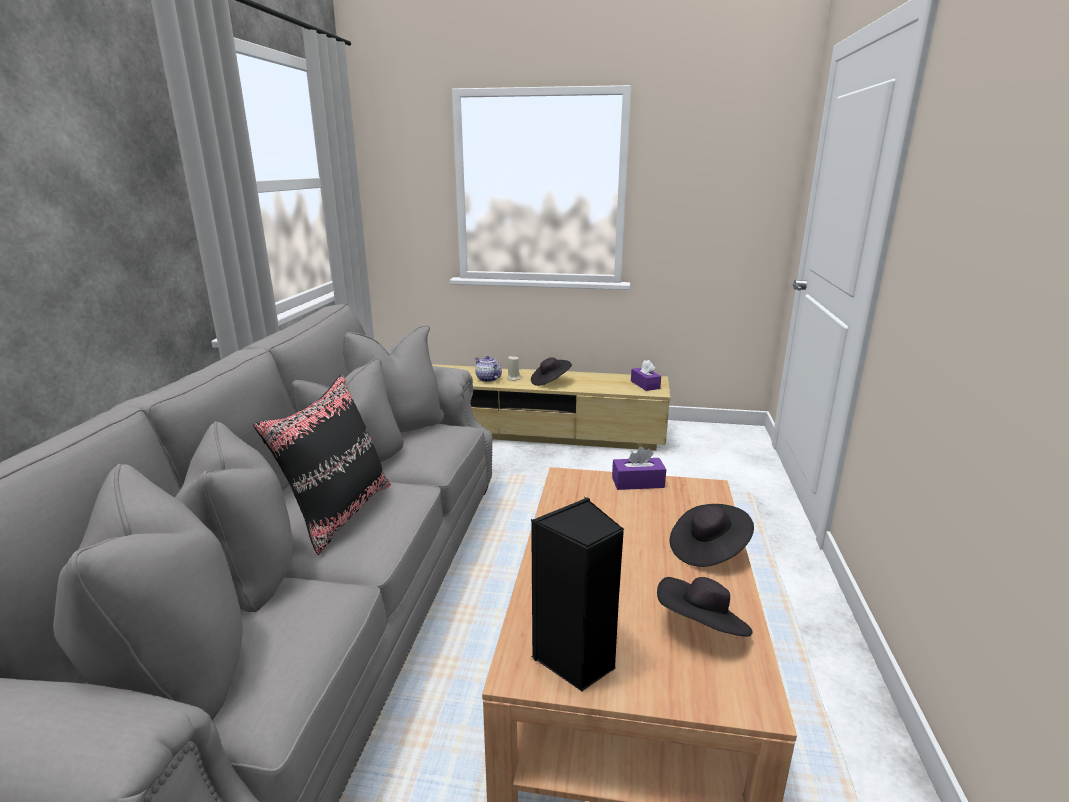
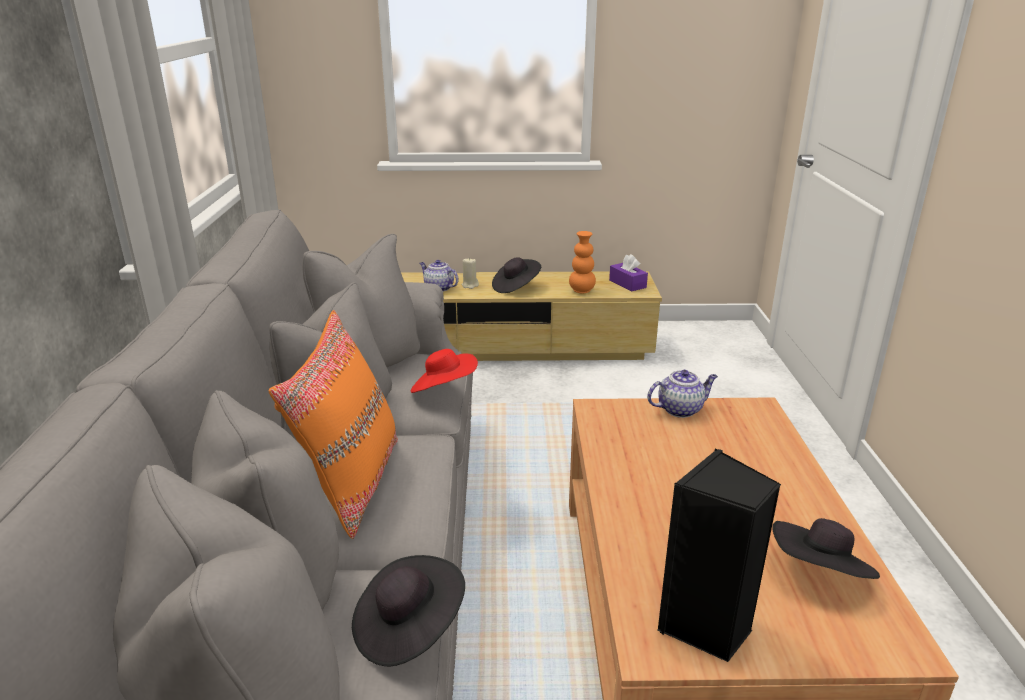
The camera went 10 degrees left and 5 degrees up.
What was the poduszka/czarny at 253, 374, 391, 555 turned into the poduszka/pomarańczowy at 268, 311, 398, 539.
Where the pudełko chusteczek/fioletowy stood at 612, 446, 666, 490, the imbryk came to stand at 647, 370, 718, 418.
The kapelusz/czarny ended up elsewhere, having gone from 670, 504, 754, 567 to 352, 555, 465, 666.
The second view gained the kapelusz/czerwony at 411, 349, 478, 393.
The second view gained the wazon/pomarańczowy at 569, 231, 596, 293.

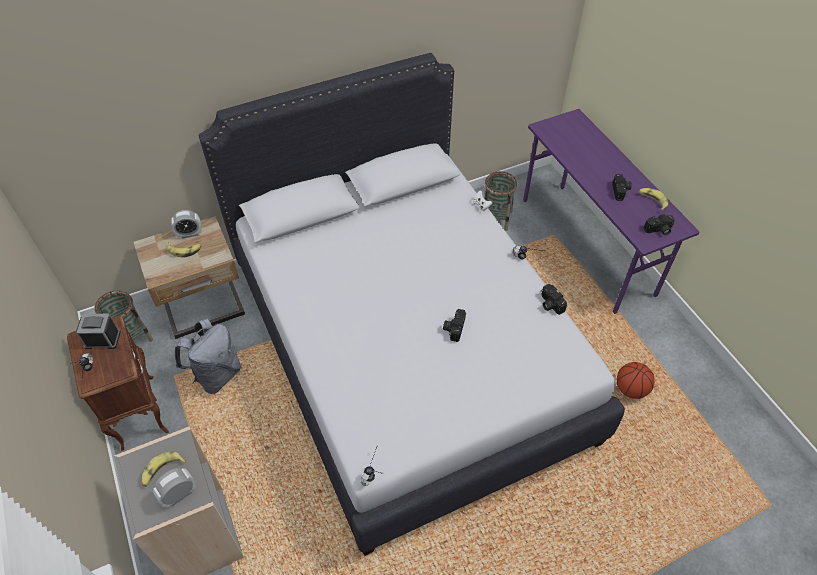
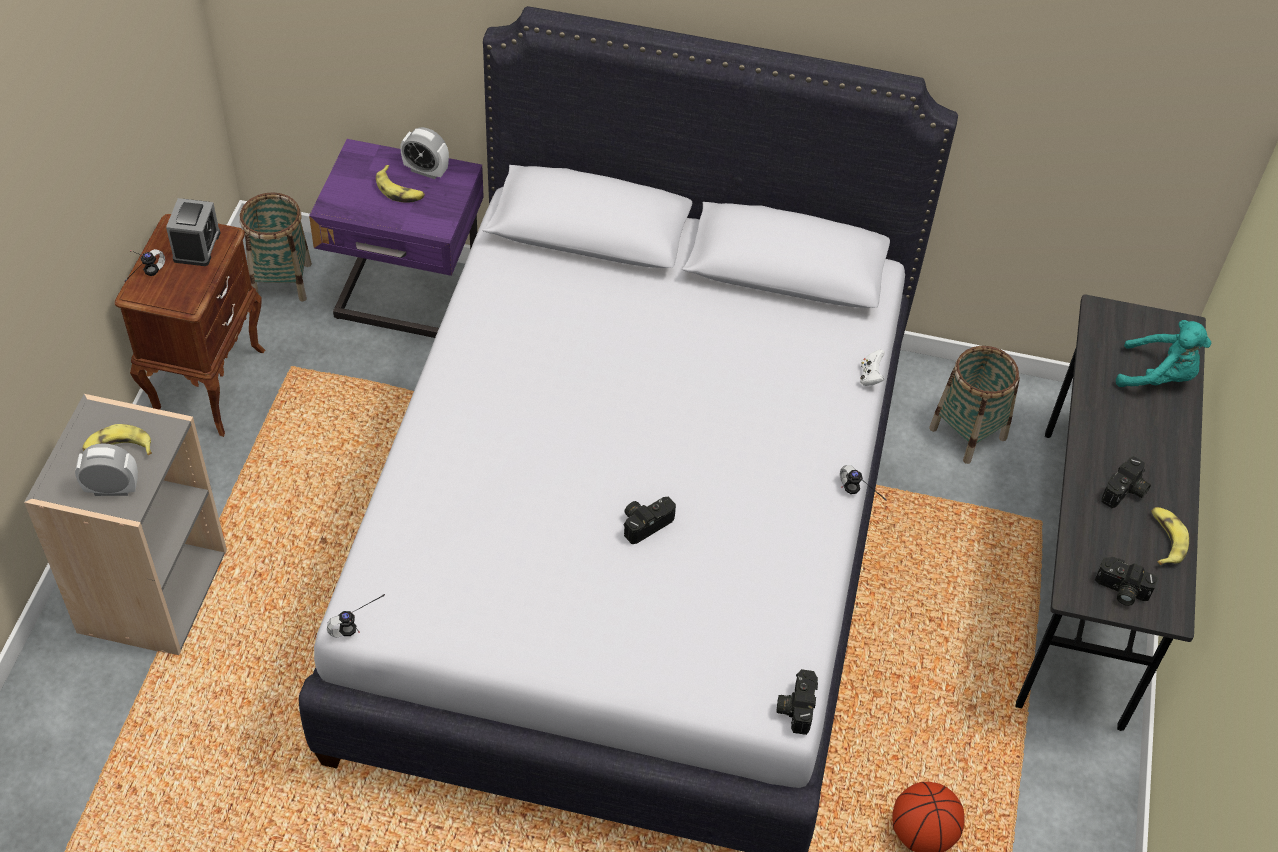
The camera went 35 degrees right and 0 degrees up.
The budzik at 76, 314, 121, 349 ended up facing another way, 60 degrees clockwise from before.
What was the szafka nocna/beżowy at 134, 216, 245, 339 turned into the szafka nocna/fioletowy at 309, 139, 484, 338.
The second view lost the plecak/szary at 175, 319, 241, 394.
What was the biurko/fioletowy at 523, 109, 699, 314 turned into the biurko/szary at 1016, 294, 1206, 731.
The aparat fotograficzny ended up elsewhere, having gone from 541, 284, 567, 315 to 776, 669, 818, 735.
The second view gained the pluszak/turkusowy at 1116, 320, 1212, 387.

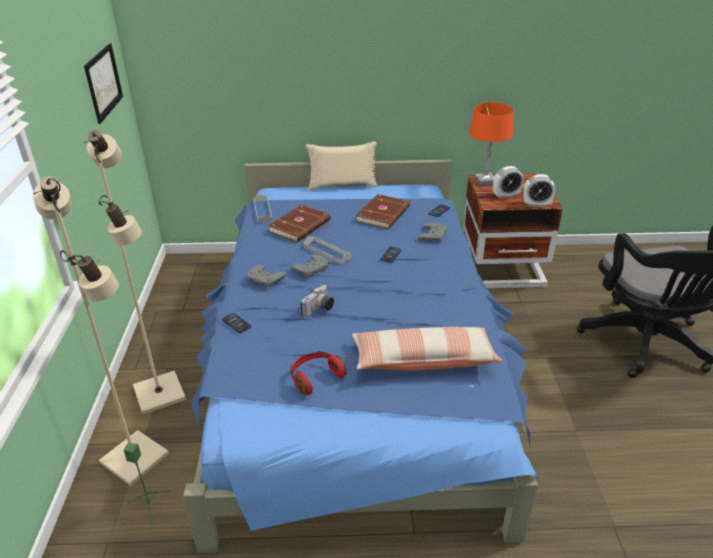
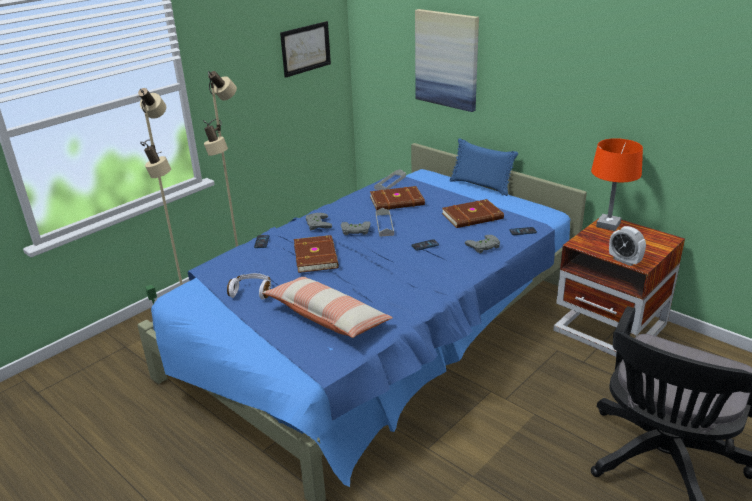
The camera went 45 degrees right and 5 degrees down.
What was the słuchawki/czerwony at 291, 351, 347, 395 turned into the słuchawki/biały at 227, 273, 271, 300.
Where the aparat fotograficzny stood at 300, 285, 334, 317, the książka/brązowy came to stand at 294, 235, 339, 273.
What was the poduszka/beżowy at 306, 141, 377, 191 turned into the poduszka/niebieski at 450, 138, 518, 196.
The second view lost the budzik at 493, 166, 524, 199.
The second view gained the obraz at 415, 9, 479, 112.

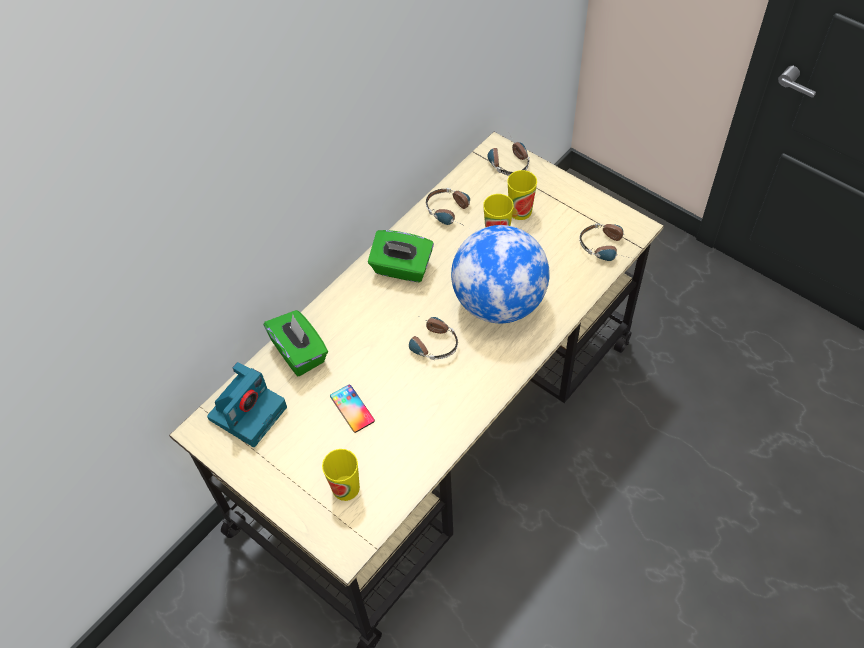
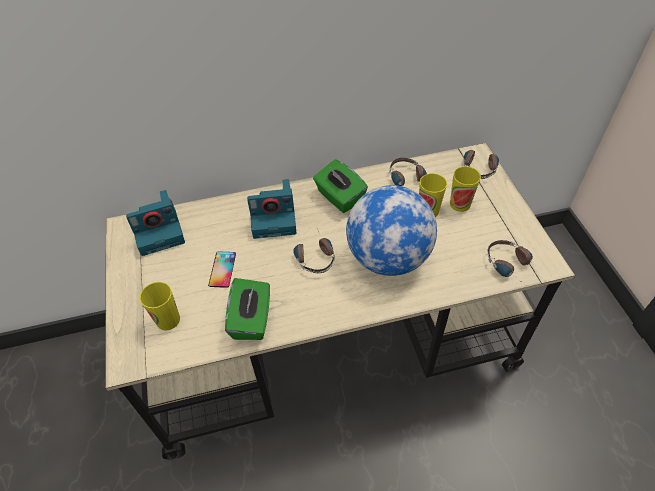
The camera went 35 degrees right and 5 degrees down.
The pudełko chusteczek/zielony ended up elsewhere, having gone from 264, 310, 328, 376 to 225, 278, 270, 340.
The second view gained the aparat fotograficzny at 247, 179, 296, 239.

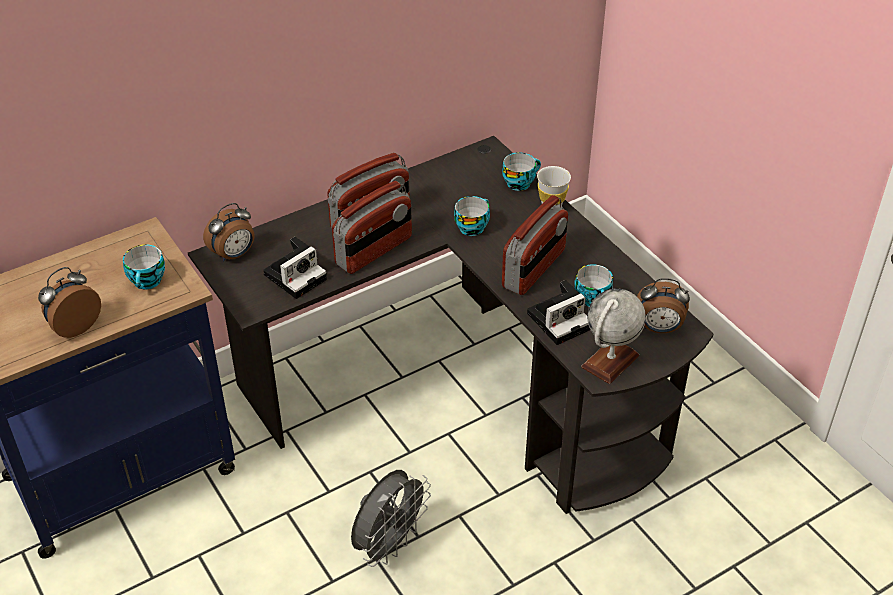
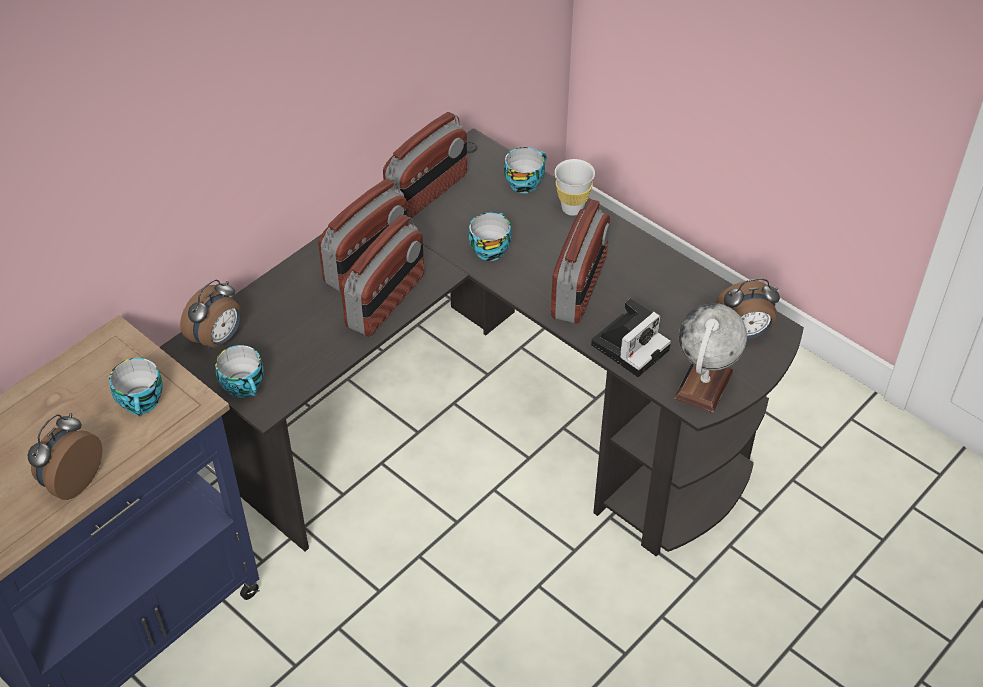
The camera went 15 degrees left and 5 degrees up.
The second view lost the aparat fotograficzny at 263, 237, 327, 299.
The second view lost the wentylator/szary at 351, 470, 431, 567.
The filiżanka ended up elsewhere, having gone from 574, 264, 613, 307 to 215, 345, 264, 398.
The second view gained the radio at 383, 112, 467, 220.

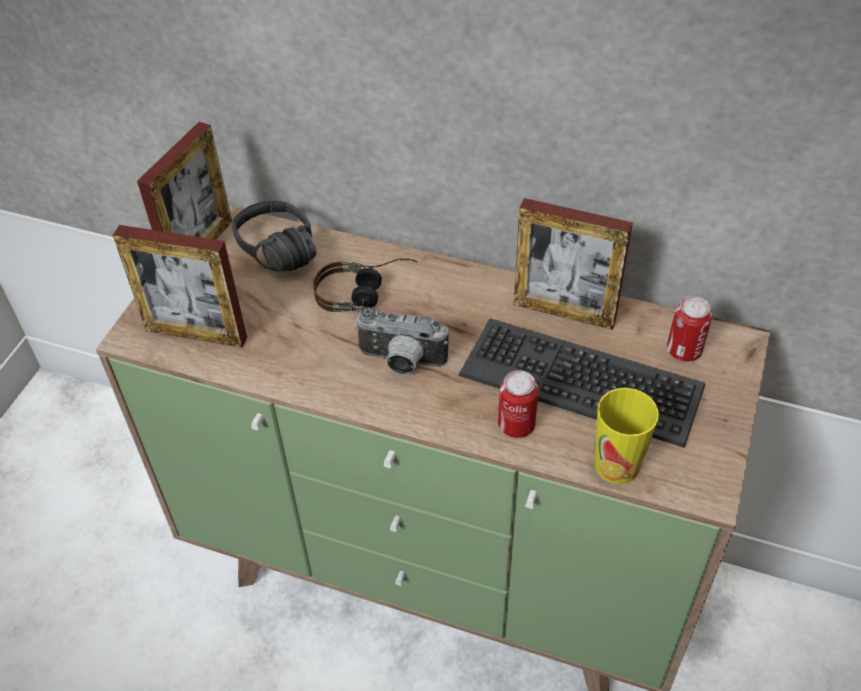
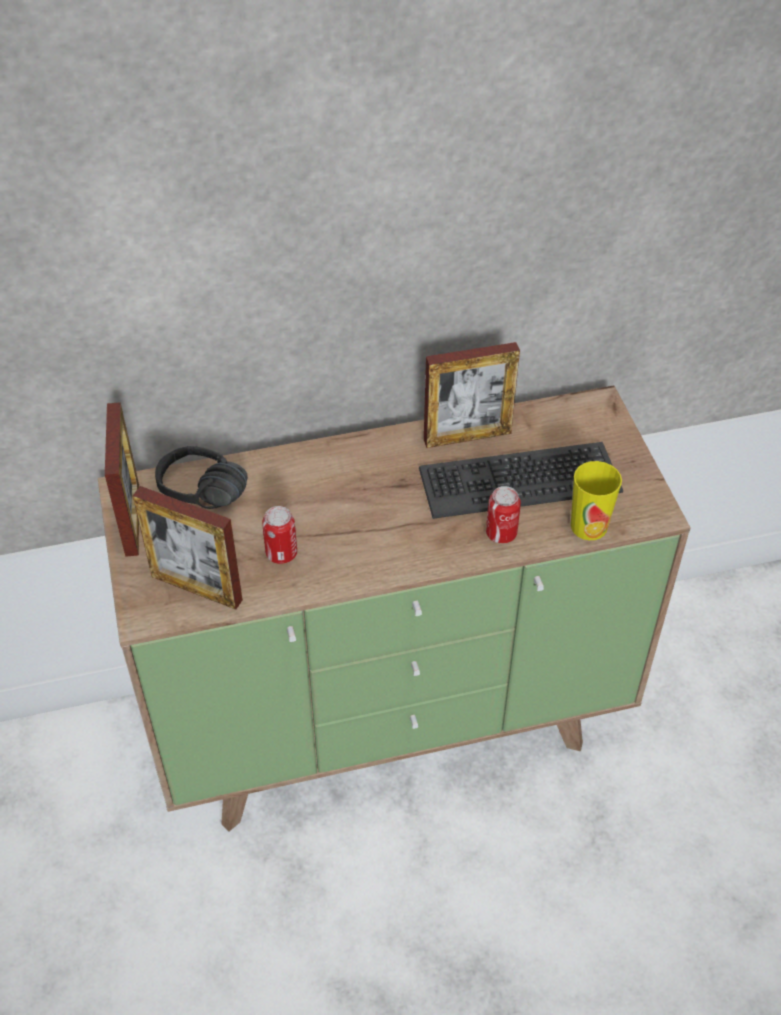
The camera went 35 degrees left and 0 degrees up.
The ramka na zdjęcie at 113, 225, 247, 348 ended up facing another way, 45 degrees clockwise from before.
The second view lost the słuchawki at 313, 259, 418, 312.
The second view lost the aparat fotograficzny at 355, 307, 449, 374.
The puszka ended up elsewhere, having gone from 667, 296, 712, 362 to 262, 506, 297, 564.

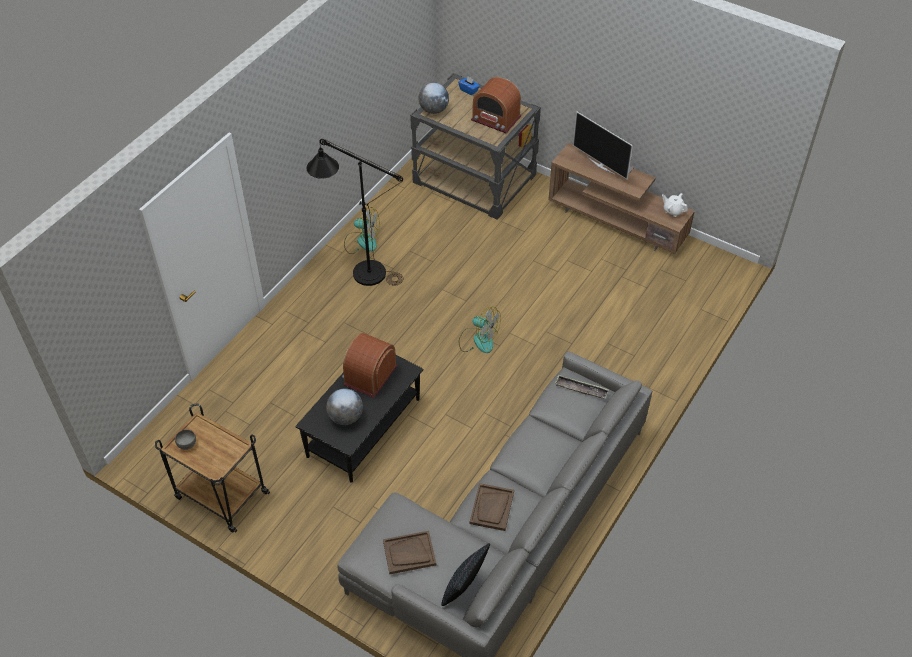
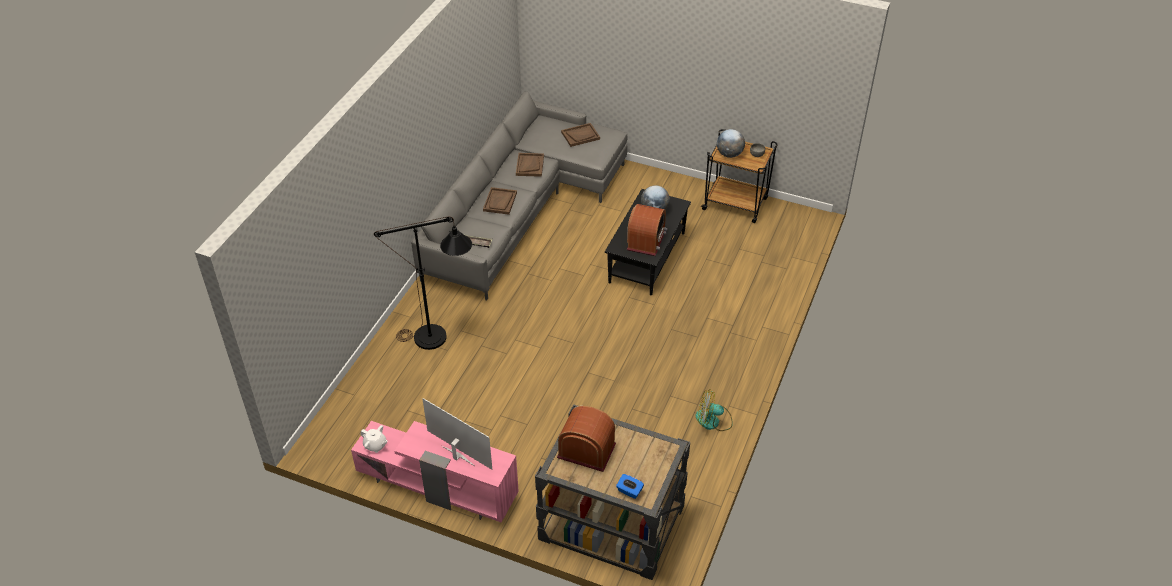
The camera went 170 degrees right and 5 degrees down.
The lampa stojąca/czarny ended up elsewhere, having gone from 307, 139, 403, 286 to 374, 216, 472, 350.
The globus ended up elsewhere, having gone from 419, 83, 449, 114 to 717, 129, 745, 158.
The second view lost the poduszka/czarny at 441, 543, 490, 606.
The second view lost the wentylator at 459, 307, 501, 353.
What was the szafka pod telewizor/brązowy at 548, 143, 695, 254 turned into the szafka pod telewizor/różowy at 351, 421, 519, 522.
The second view gained the taca/brązowy at 483, 187, 517, 215.

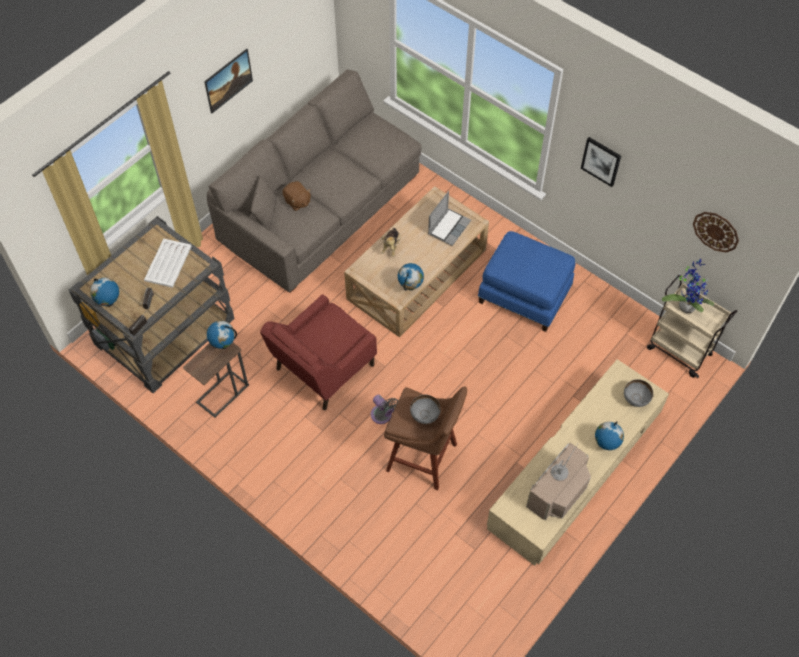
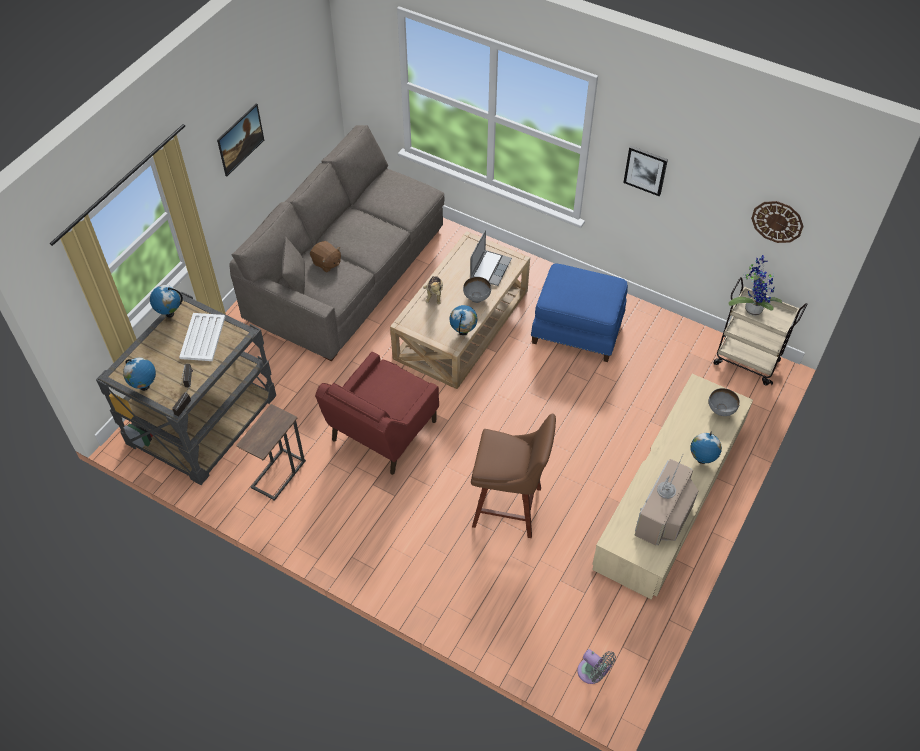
The camera went 10 degrees left and 5 degrees down.
The globus ended up elsewhere, having gone from 207, 321, 237, 349 to 150, 285, 183, 318.
The wentylator/szary ended up elsewhere, having gone from 371, 395, 398, 424 to 577, 649, 616, 684.
The miska/szary ended up elsewhere, having gone from 410, 395, 441, 424 to 463, 277, 491, 303.

